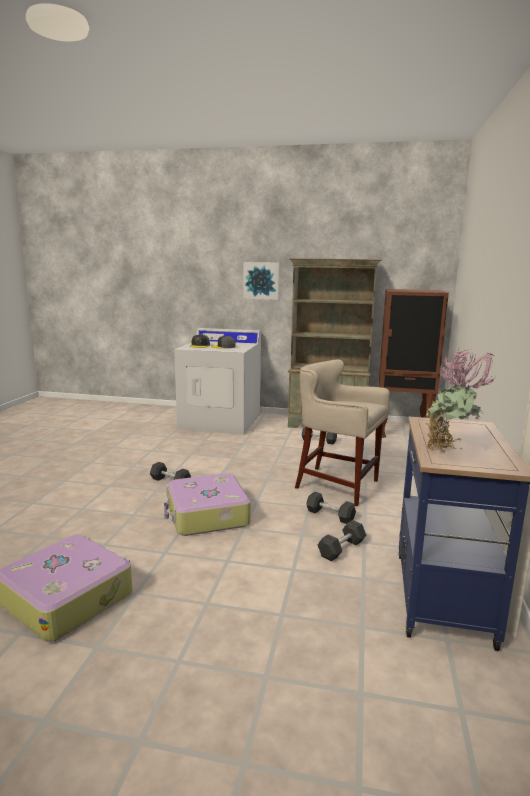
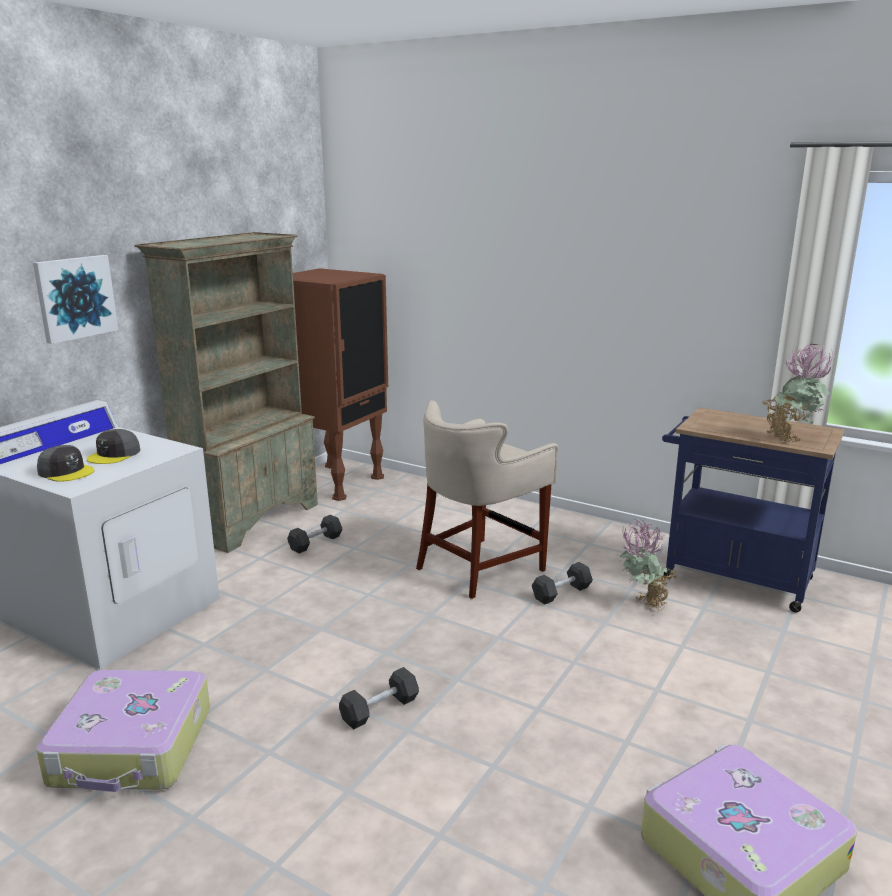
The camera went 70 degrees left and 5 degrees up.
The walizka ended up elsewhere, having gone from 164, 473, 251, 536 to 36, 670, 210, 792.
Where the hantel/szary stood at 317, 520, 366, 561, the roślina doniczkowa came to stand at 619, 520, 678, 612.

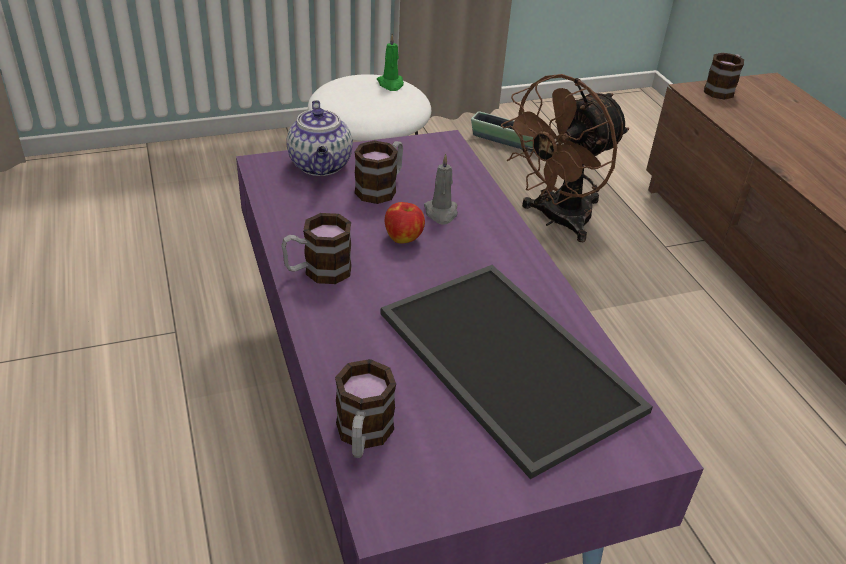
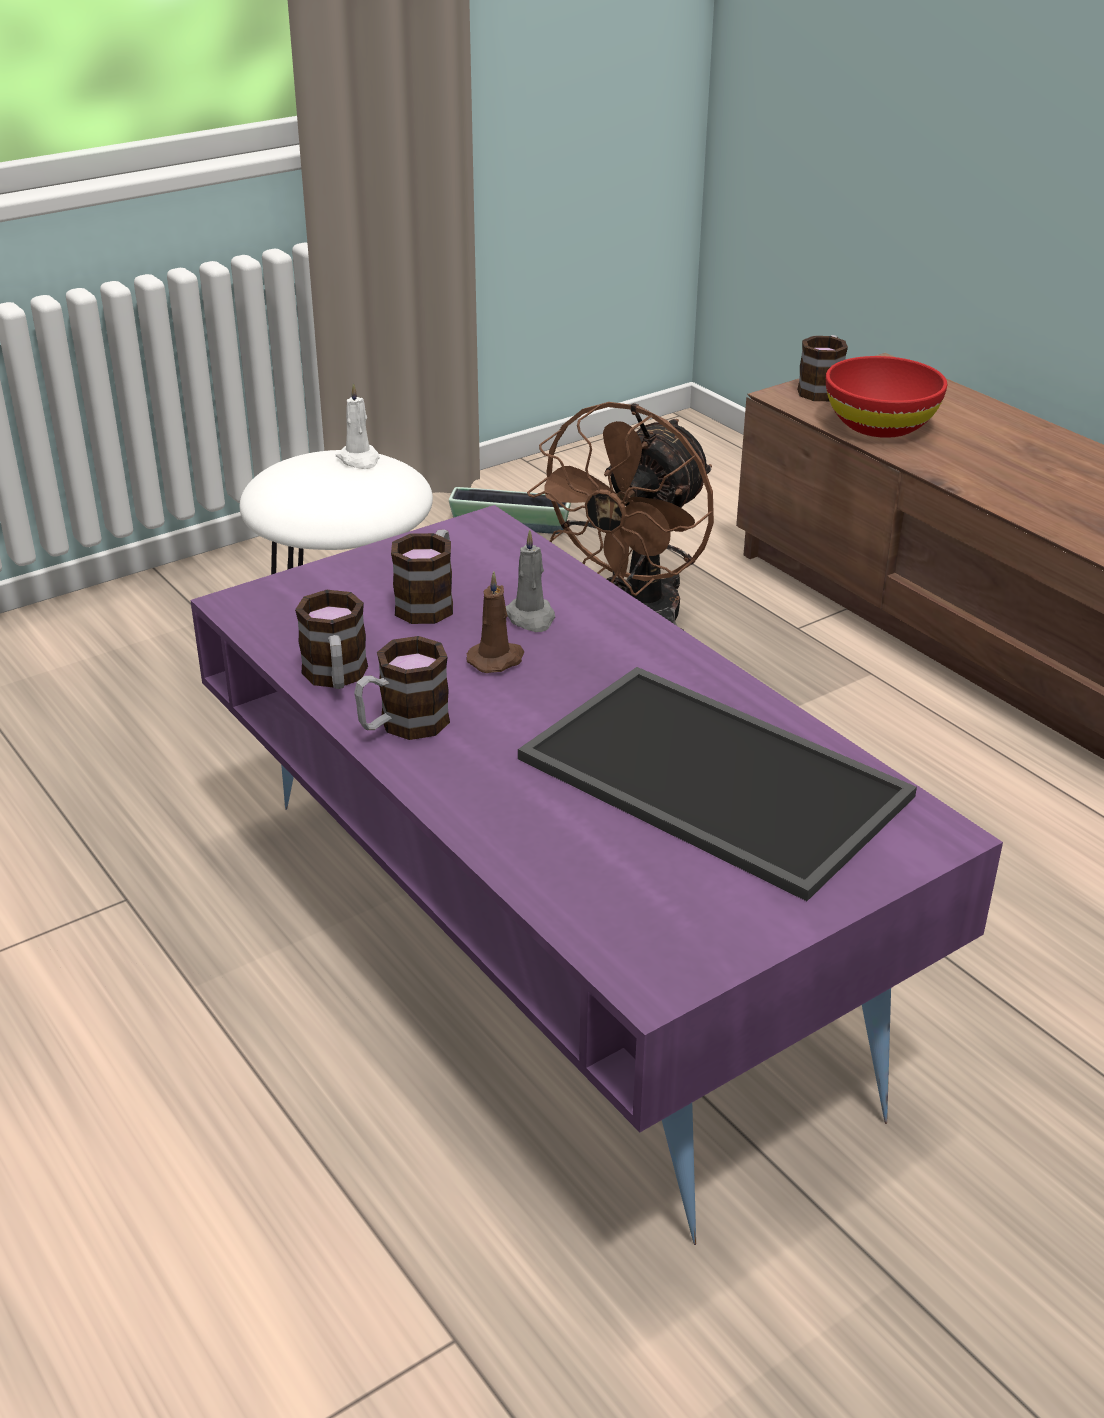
The camera went 15 degrees left and 5 degrees down.
The second view lost the imbryk at 286, 100, 353, 176.
The kubek ended up elsewhere, having gone from 335, 359, 396, 458 to 295, 590, 368, 689.
What was the świeca/zielony at 377, 34, 404, 91 turned into the świeca/biały at 335, 383, 380, 469.
Where the jabłko stood at 385, 202, 425, 244, the świeca/brązowy came to stand at 466, 571, 524, 673.
The second view gained the miska/czerwony at 826, 356, 947, 438.

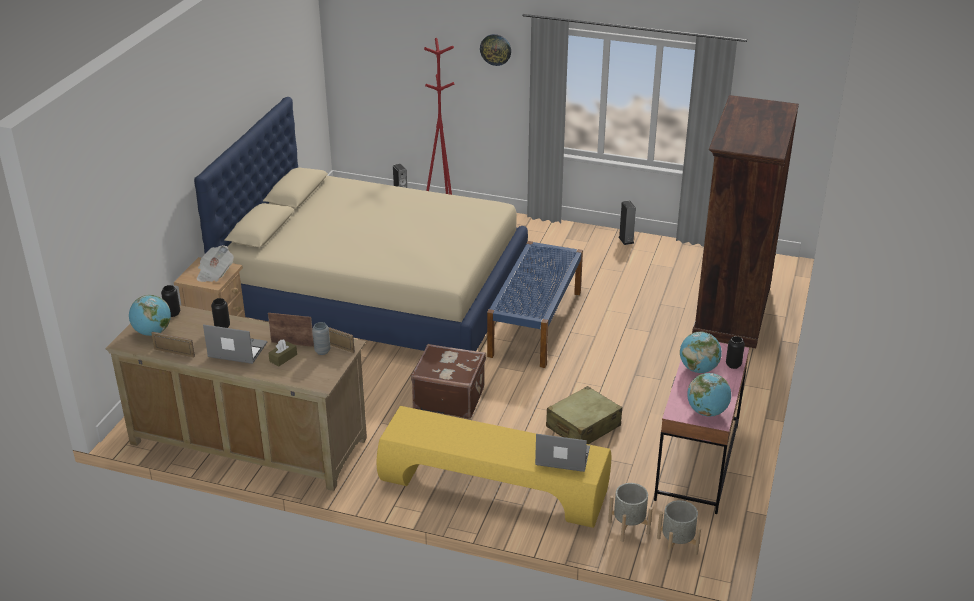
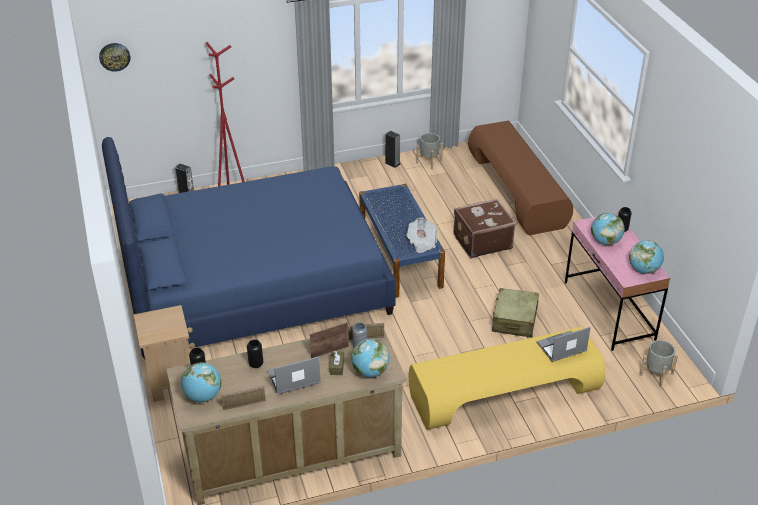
The camera went 35 degrees left and 5 degrees up.
What was the łóżko/beżowy at 194, 97, 528, 351 turned into the łóżko/niebieski at 102, 137, 396, 362.
The gazeta ended up elsewhere, having gone from 197, 245, 234, 282 to 406, 218, 438, 253.
The walizka/brązowy ended up elsewhere, having gone from 411, 344, 486, 419 to 454, 199, 516, 258.
The zegar ścienny ended up elsewhere, having gone from 480, 34, 511, 66 to 99, 43, 131, 72.
The donica/szary ended up elsewhere, having gone from 608, 483, 652, 542 to 416, 133, 443, 169.
Where the szafa/brązowy stood at 692, 95, 799, 348, the ławka/brązowy came to stand at 468, 121, 573, 235.
The second view gained the globus at 351, 339, 390, 377.

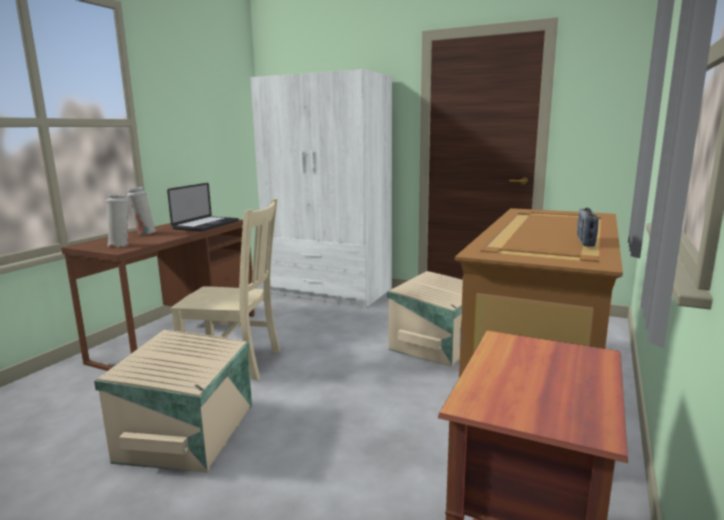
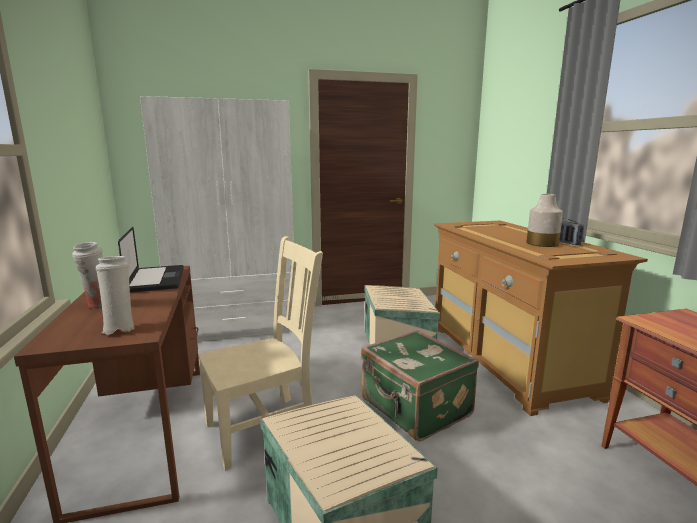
The camera went 40 degrees left and 0 degrees up.
The second view gained the walizka/zielony at 361, 330, 479, 441.
The second view gained the wazon/beżowy at 526, 194, 563, 247.

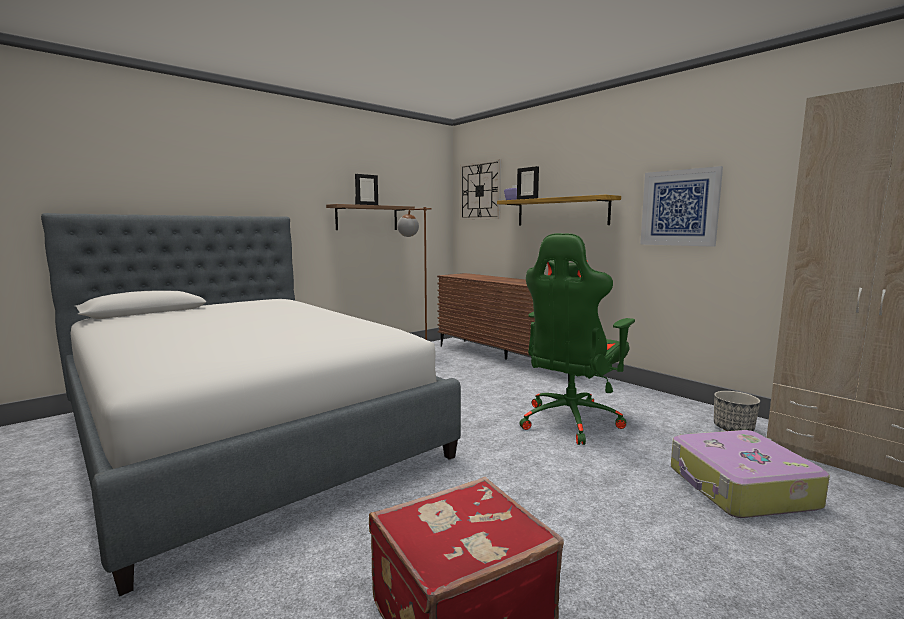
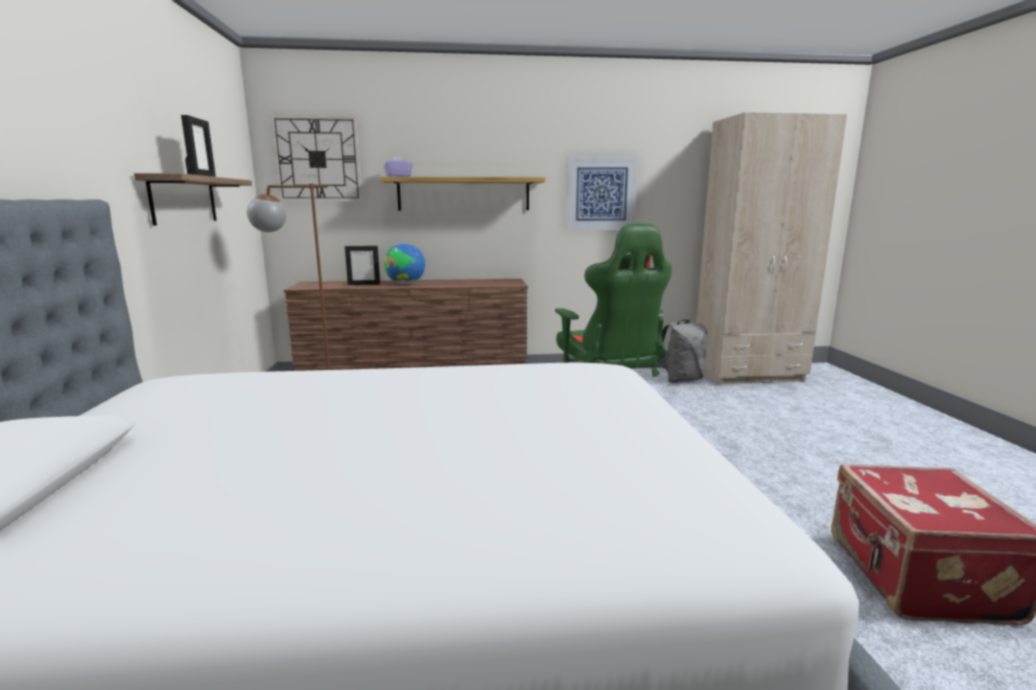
The camera went 55 degrees left and 5 degrees up.
The ramka na zdjęcie ended up elsewhere, having gone from 517, 166, 539, 200 to 345, 246, 380, 285.
The second view lost the walizka at 671, 430, 830, 518.
Where the donica stood at 714, 391, 760, 431, the plecak/szary came to stand at 658, 320, 707, 383.
The second view gained the globus at 384, 244, 425, 284.

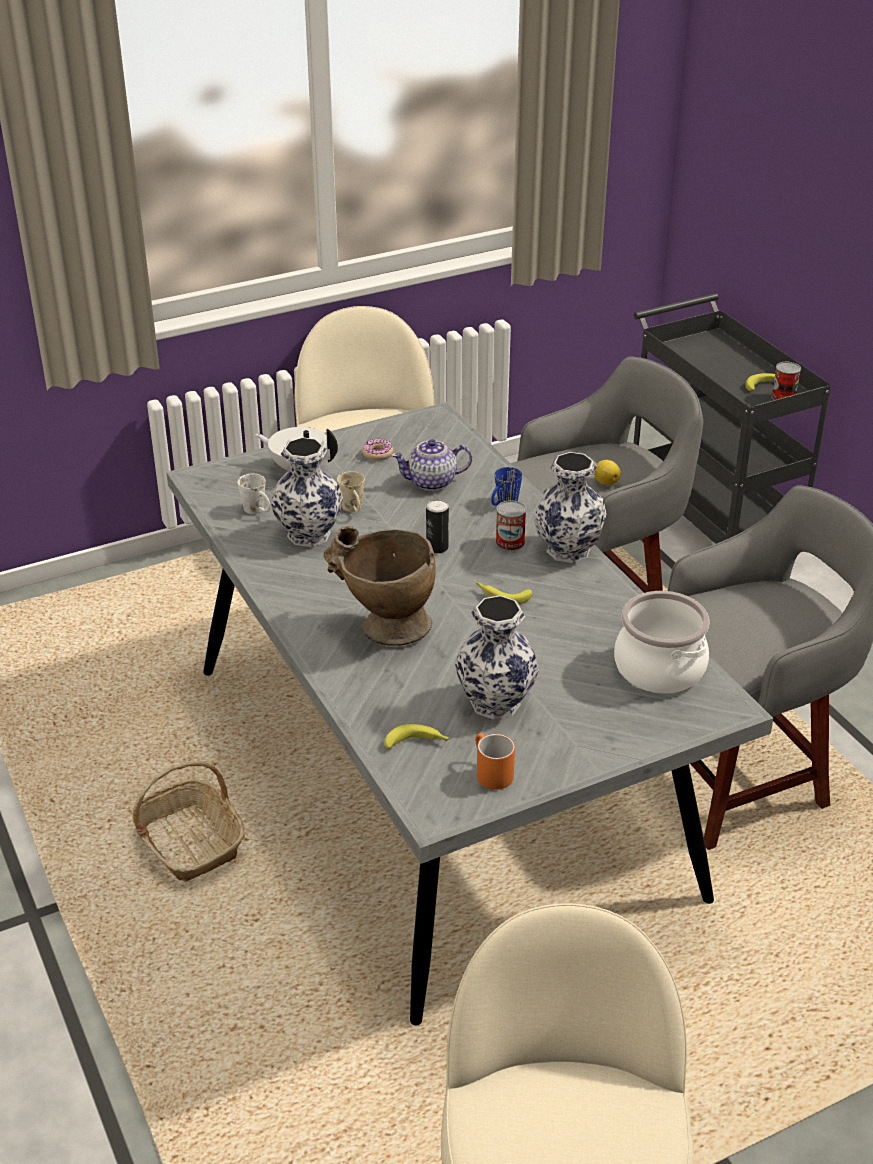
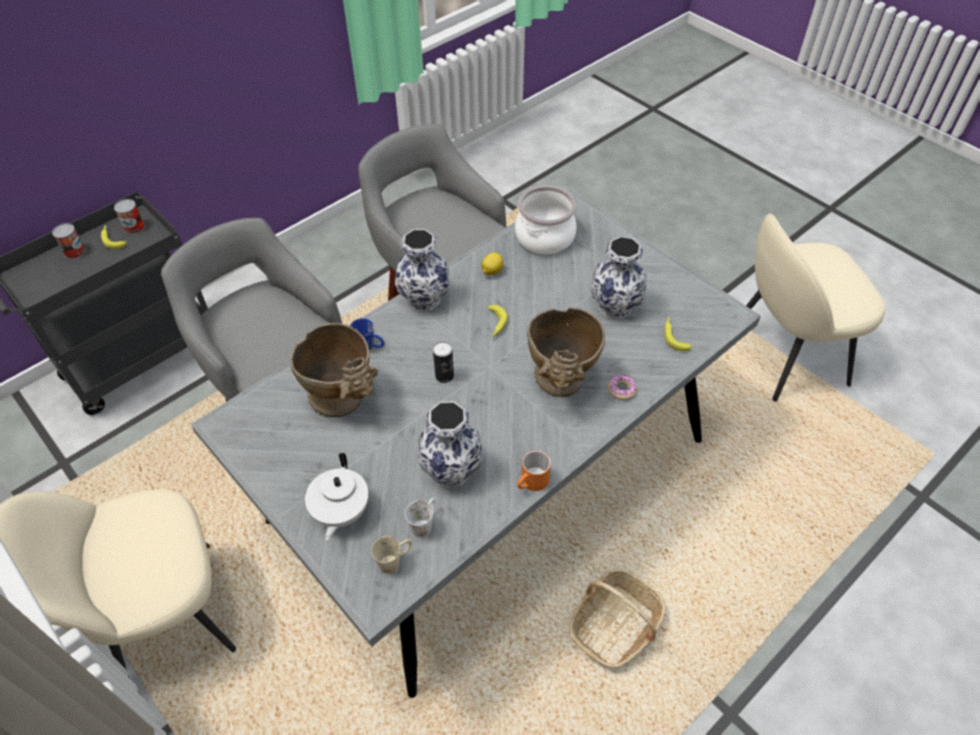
The camera went 105 degrees left and 15 degrees up.
The kubek/beżowy ended up elsewhere, having gone from 337, 471, 365, 512 to 371, 536, 412, 574.
The donut ended up elsewhere, having gone from 362, 439, 393, 461 to 608, 375, 637, 400.
Where the imbryk stood at 391, 439, 472, 491, the wazon/beżowy came to stand at 290, 323, 378, 417.
The kubek/pomarańczowy ended up elsewhere, having gone from 475, 733, 515, 790 to 517, 450, 551, 491.
The puszka ended up elsewhere, having gone from 496, 500, 526, 551 to 52, 223, 86, 259.
The cytryna ended up elsewhere, having gone from 594, 460, 621, 485 to 481, 252, 504, 275.

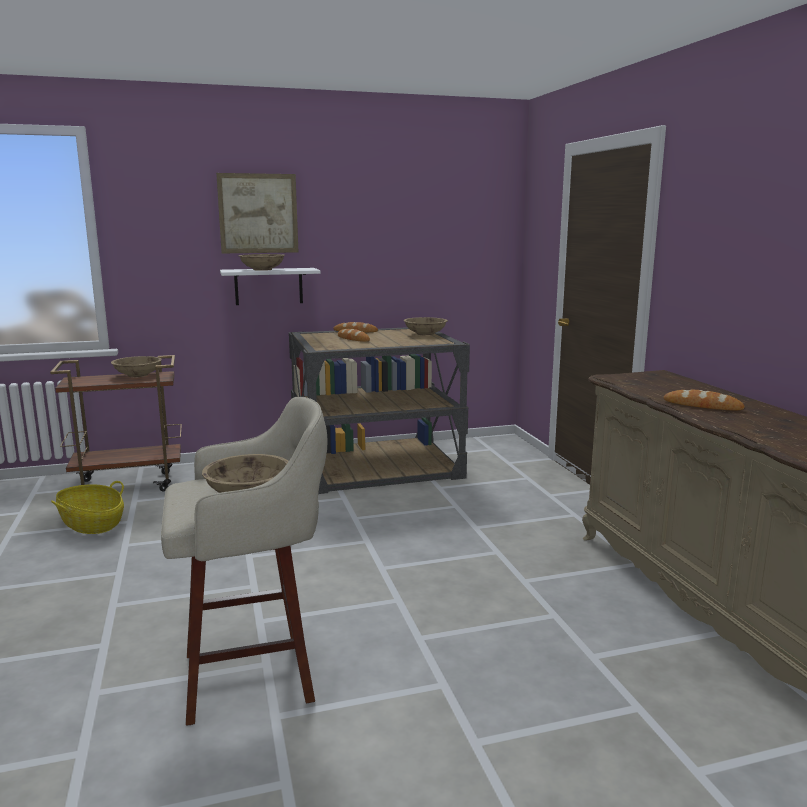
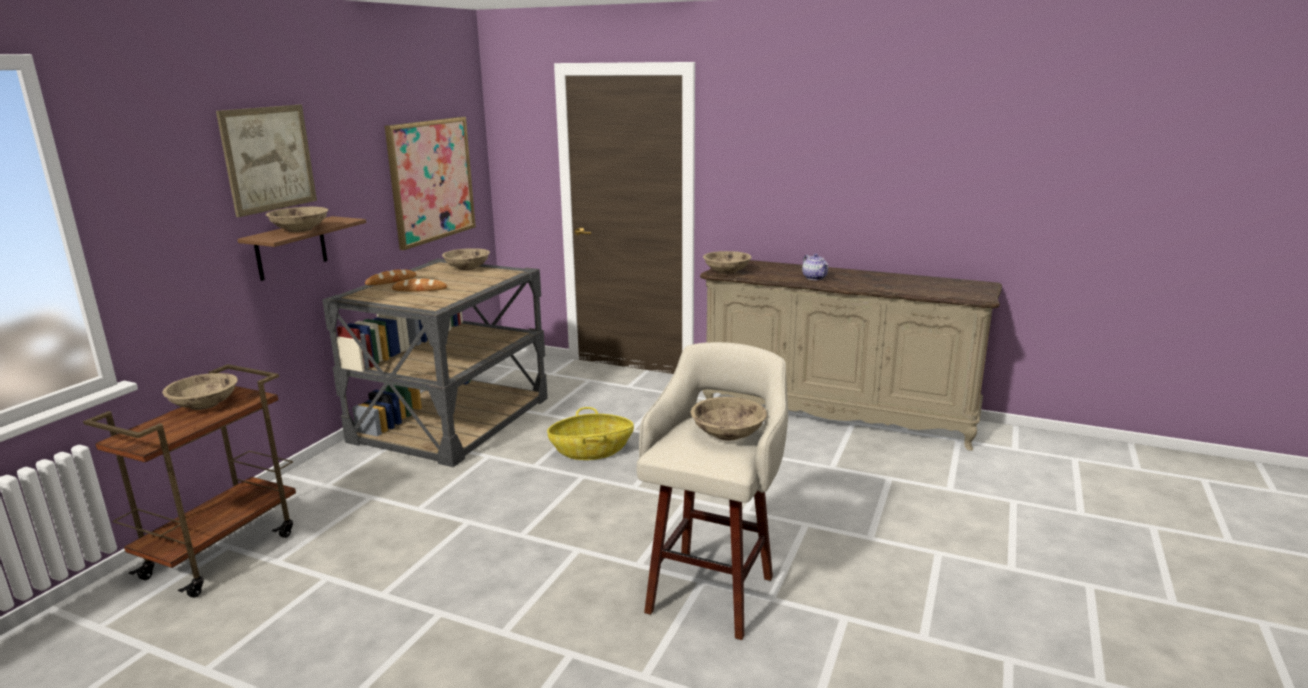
The camera went 50 degrees left and 5 degrees up.
The koszyk ended up elsewhere, having gone from 51, 481, 124, 534 to 547, 407, 634, 460.
What was the półka/biały at 220, 268, 321, 305 turned into the półka/brązowy at 237, 216, 366, 281.
Where the chleb stood at 664, 390, 745, 410, the imbryk came to stand at 802, 254, 828, 280.
The second view gained the obraz at 385, 117, 476, 250.
The second view gained the miska/beżowy at 703, 251, 752, 274.

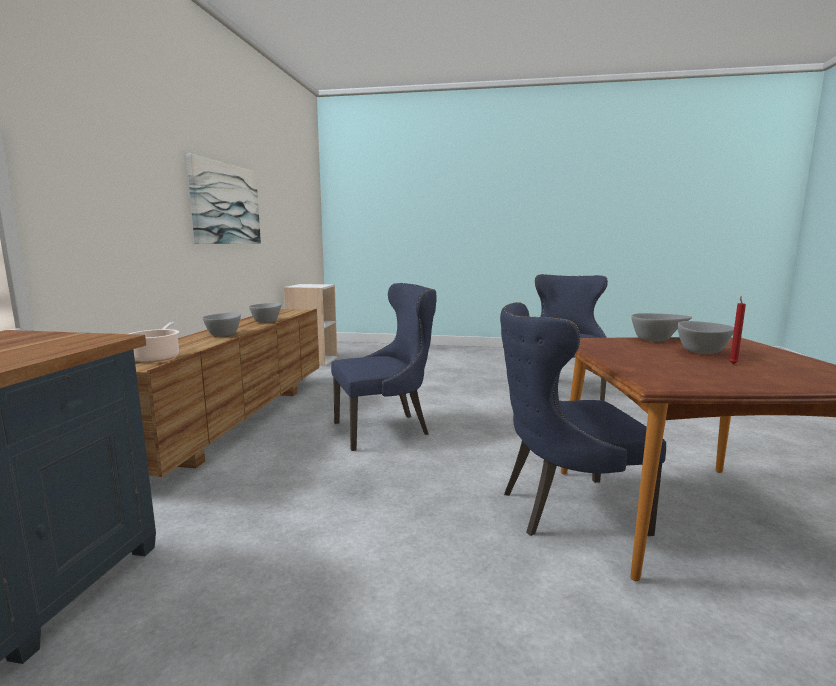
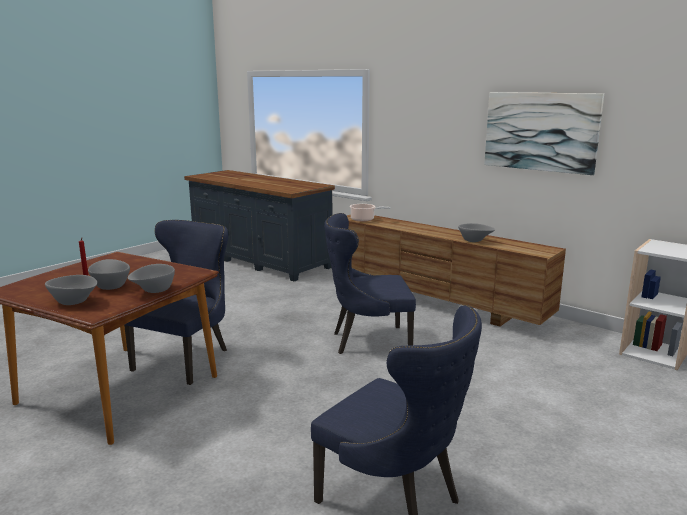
The camera went 120 degrees right and 5 degrees up.
The miska/szary ended up elsewhere, having gone from 203, 312, 241, 336 to 45, 275, 97, 305.
The krzesło/niebieski at 331, 283, 437, 451 ended up facing another way, 75 degrees clockwise from before.

